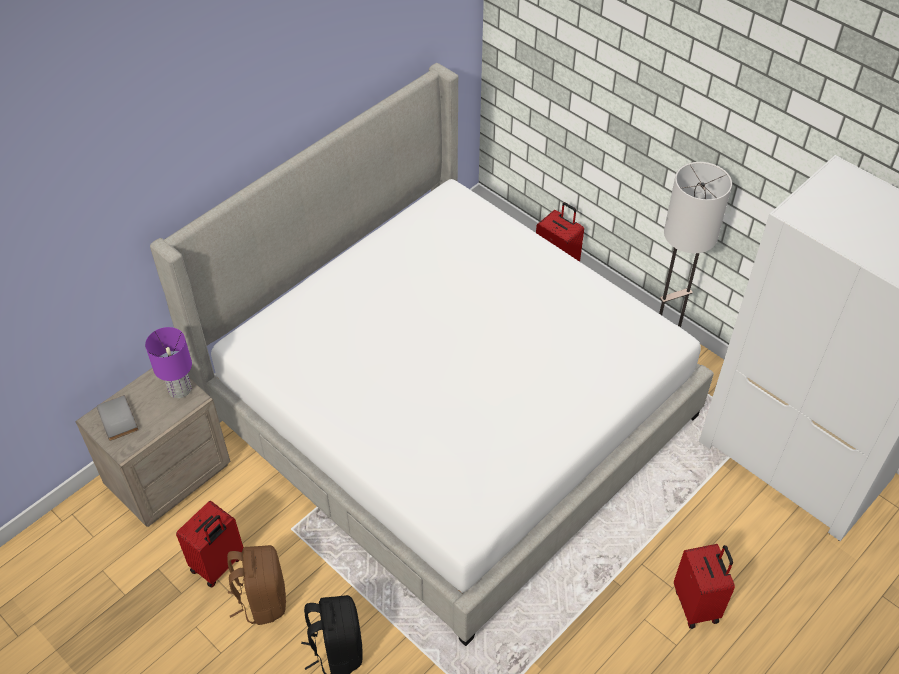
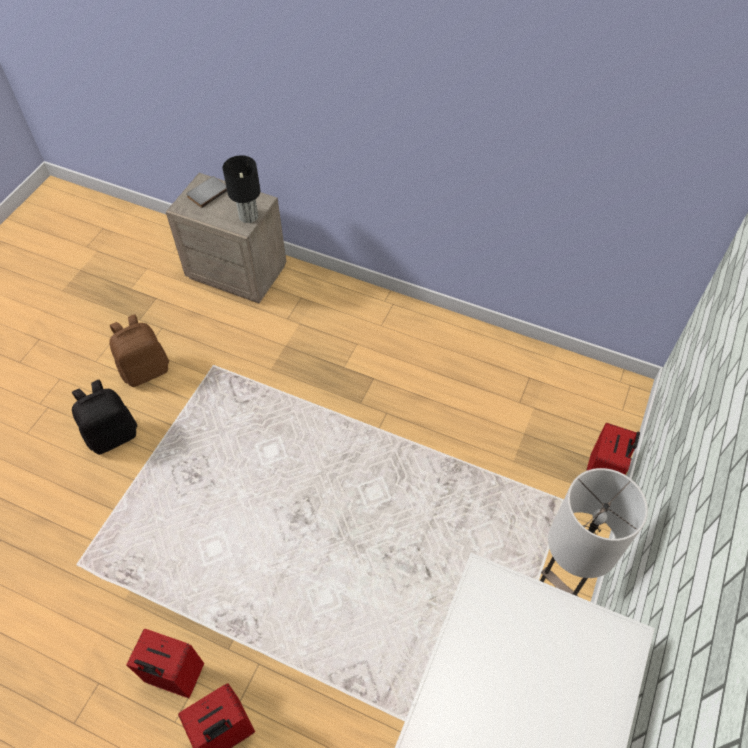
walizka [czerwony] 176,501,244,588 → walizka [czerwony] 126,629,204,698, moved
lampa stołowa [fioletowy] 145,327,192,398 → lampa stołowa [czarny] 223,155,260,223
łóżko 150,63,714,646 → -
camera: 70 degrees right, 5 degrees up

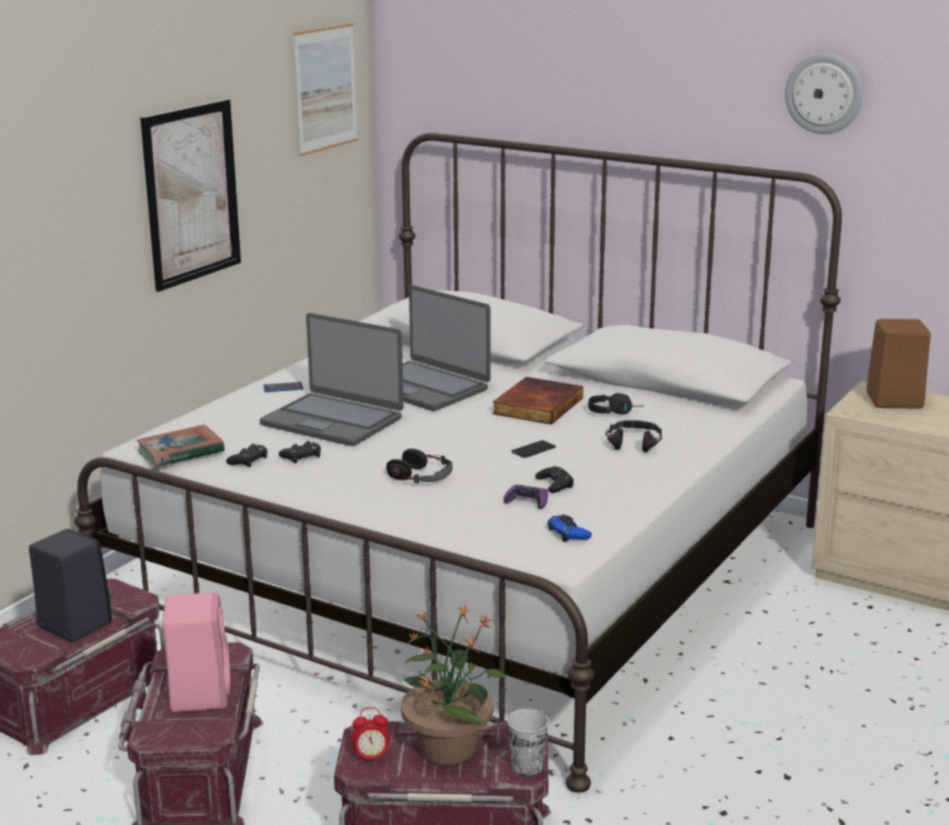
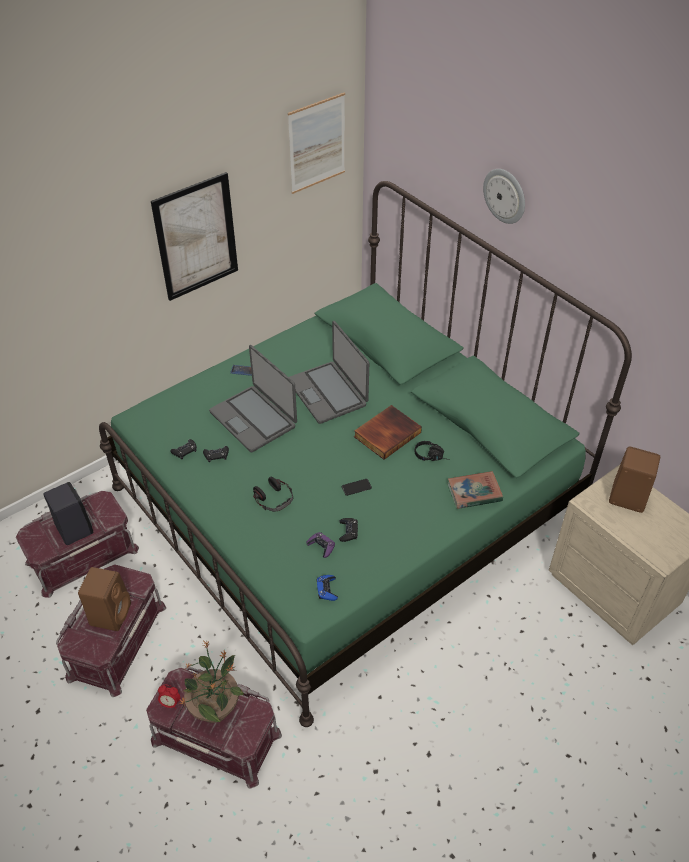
głośnik [różowy] 162,592,230,712 → głośnik [brązowy] 78,567,131,631
łóżko [biały] 75,133,842,793 → łóżko [zielony] 99,181,632,727
książka 136,424,225,467 → książka 447,471,503,509, moved
zegar ścienny 785,53,863,134 → zegar ścienny 483,169,525,224, moved
filiżanka 507,709,549,777 → -
słuchawki 606,420,662,452 → -
camera: 20 degrees right, 25 degrees up

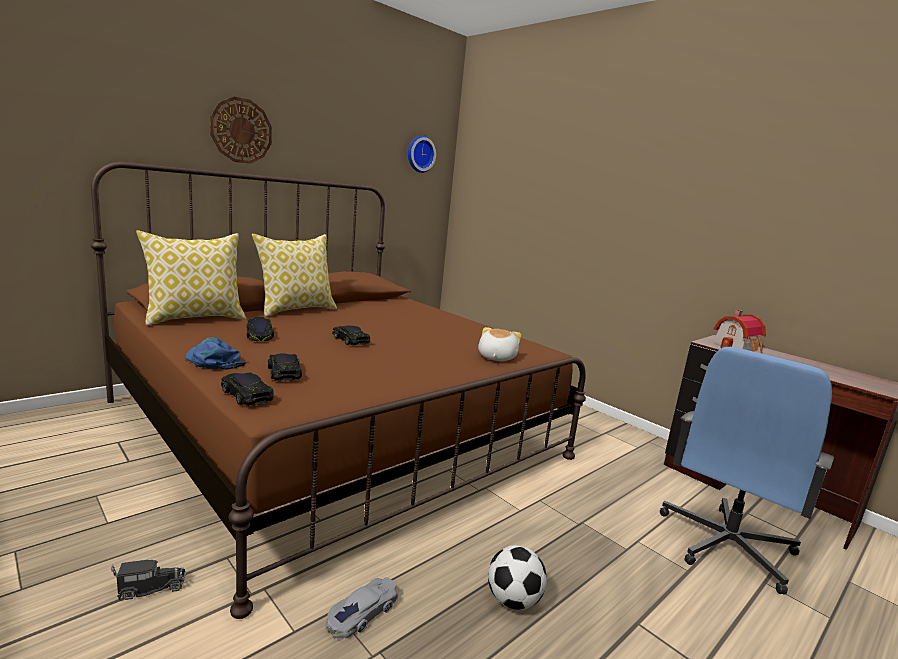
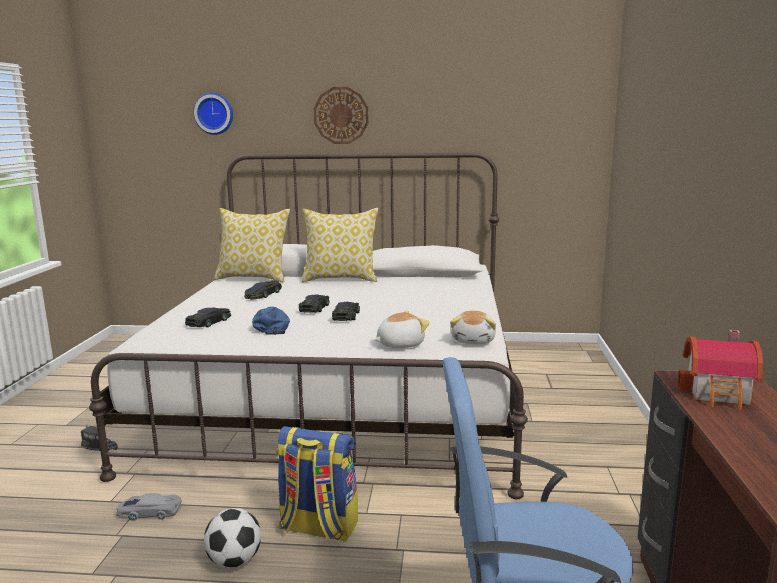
łóżko [brązowy] 91,162,586,619 → łóżko [biały] 89,153,528,499
zegar ścienny 408,136,436,173 → zegar ścienny 194,92,233,135, moved
czapka z daszkiem [niebieski] 185,337,246,370 → czapka z daszkiem [niebieski] 252,306,290,335, moved
- → plecak 276,426,358,542
samochodzik [czarny] 221,373,274,406 → samochodzik [czarny] 332,302,360,321, moved
- → pluszak 450,311,496,344
camera: 50 degrees right, 0 degrees up

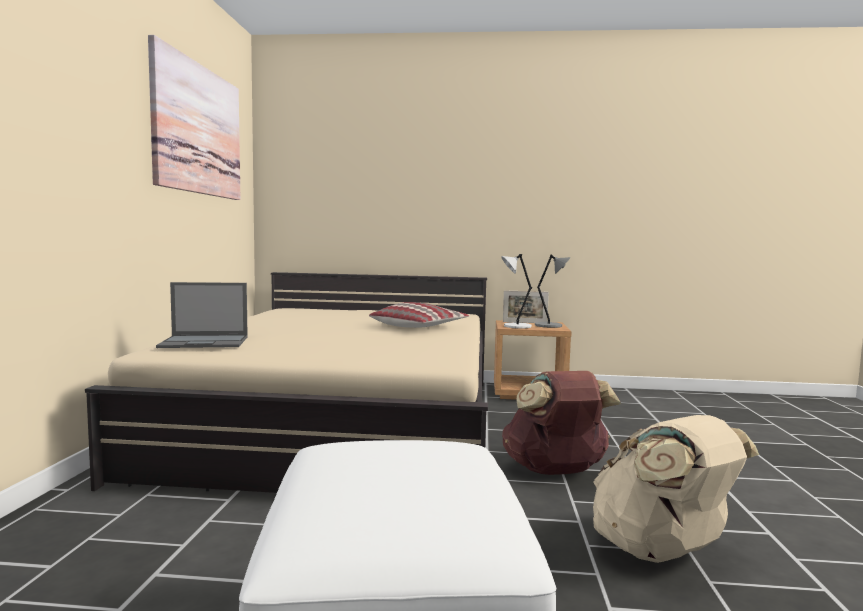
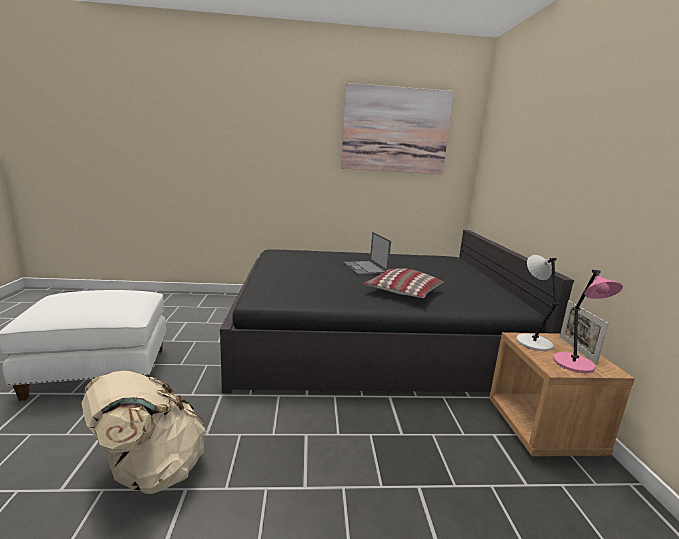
łóżko [beżowy] 85,272,488,493 → łóżko [czarny] 220,230,574,394
laptop 156,282,248,348 → laptop 343,232,391,275, moved
lampa stołowa [szary] 535,254,570,328 → lampa stołowa [różowy] 553,270,623,373
plecak [brązowy] 502,371,621,475 → -
camera: 80 degrees right, 10 degrees up

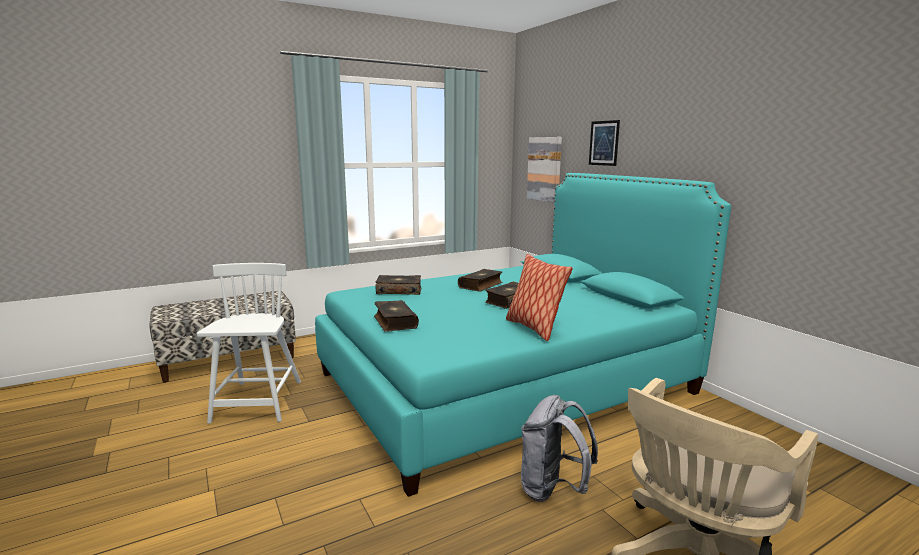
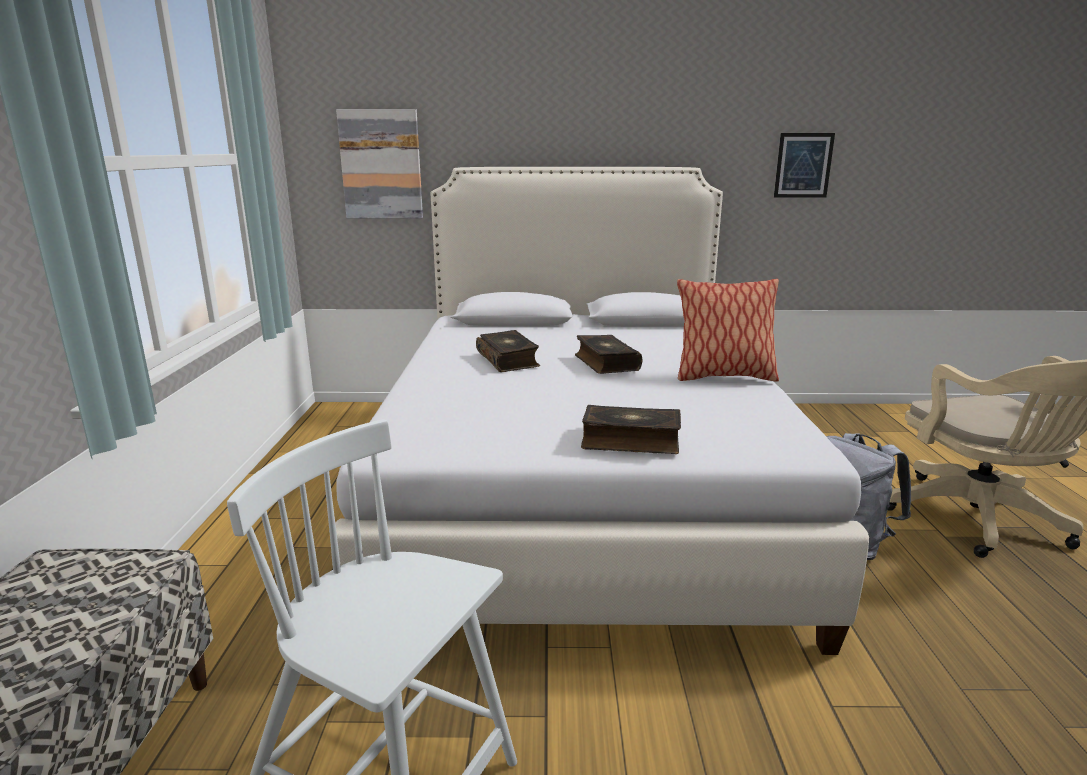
łóżko [turkusowy] 315,173,731,497 → łóżko [biały] 331,167,869,655
obraz 589,120,620,166 → obraz 774,133,835,198, moved
książka 376,275,421,295 → -
camera: 60 degrees left, 5 degrees up

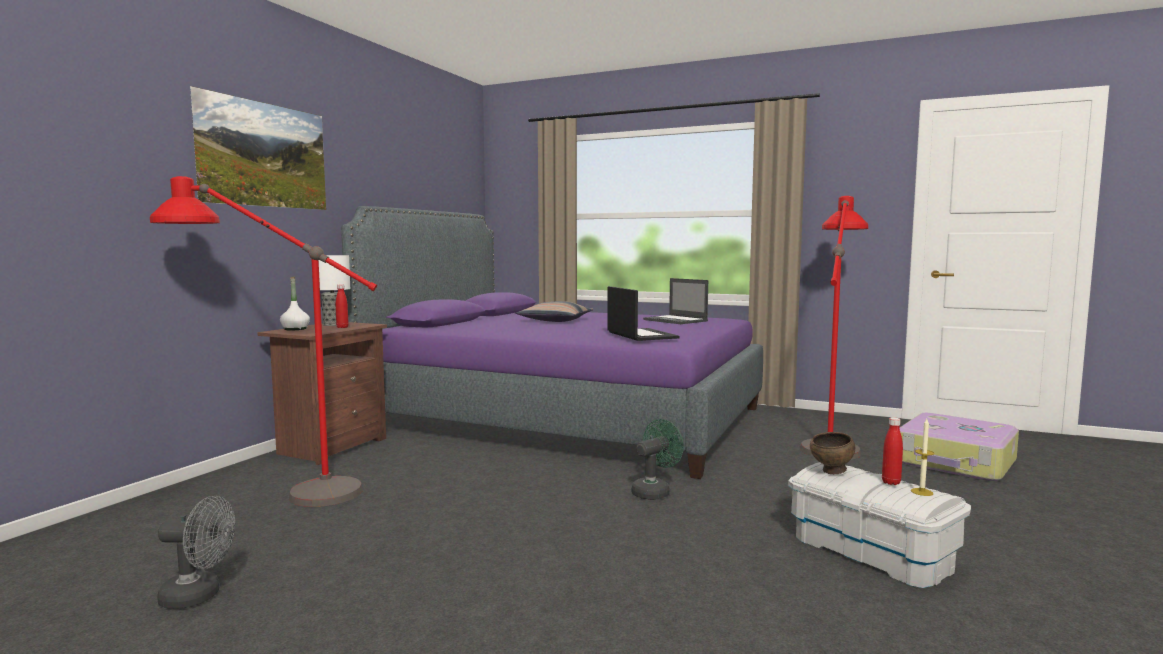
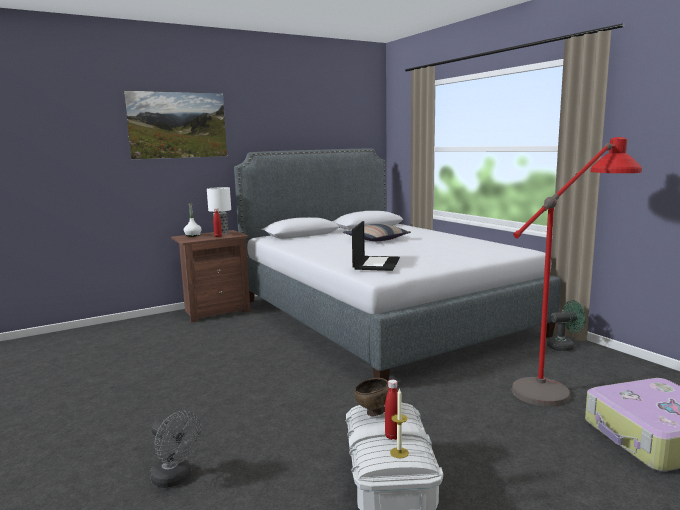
wentylator [szary] 157,496,235,609 → wentylator [szary] 150,411,202,488, moved
łóżko [fioletowy] 341,206,763,479 → łóżko [szary] 234,149,561,381
wentylator [zielony] 631,419,684,500 → wentylator [zielony] 547,300,586,351, moved
lampa stojąca [czerwony] 150,176,377,507 → -
laptop 643,278,708,324 → -
camera: 35 degrees right, 5 degrees up

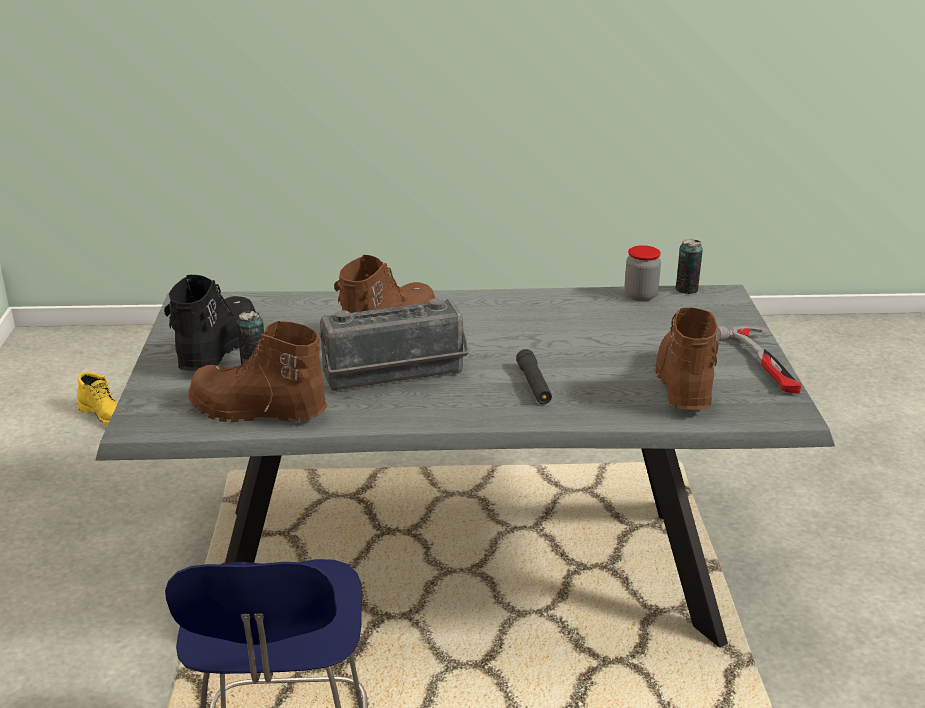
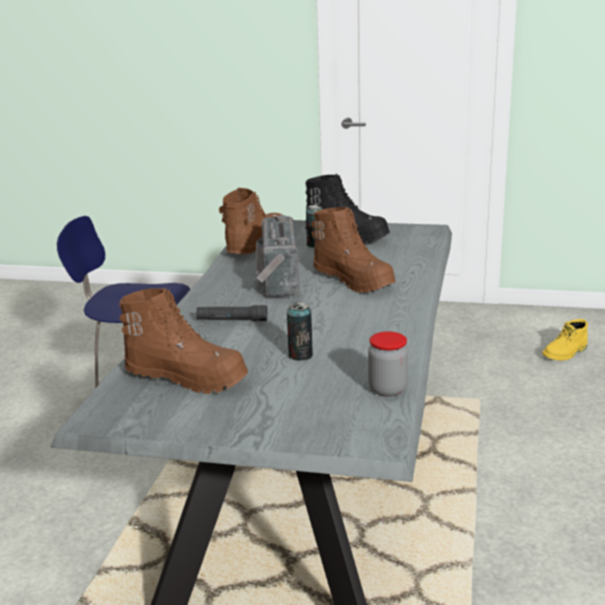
puszka 675,239,703,294 → puszka 287,302,313,361, moved
młotek 717,326,802,394 → -
camera: 105 degrees right, 5 degrees down

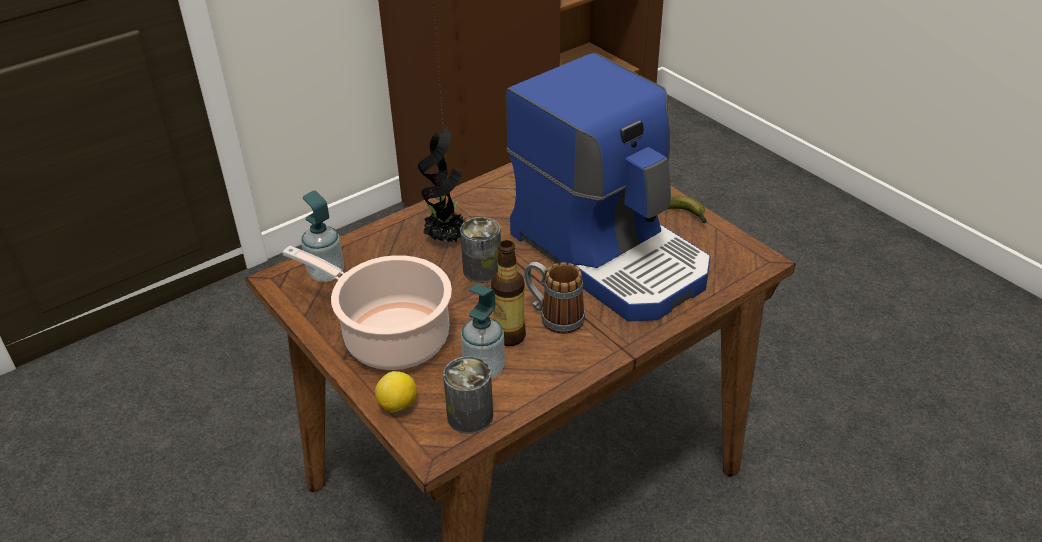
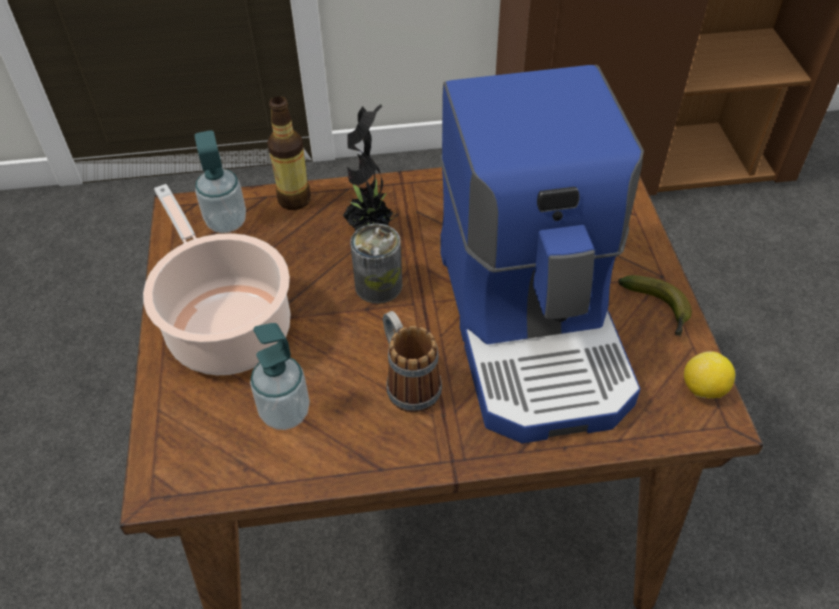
butelka 491,240,526,346 → butelka 267,96,311,210, moved
cytryna 375,371,417,413 → cytryna 684,351,735,398, moved
puszka 443,356,493,434 → -
camera: 30 degrees right, 10 degrees up

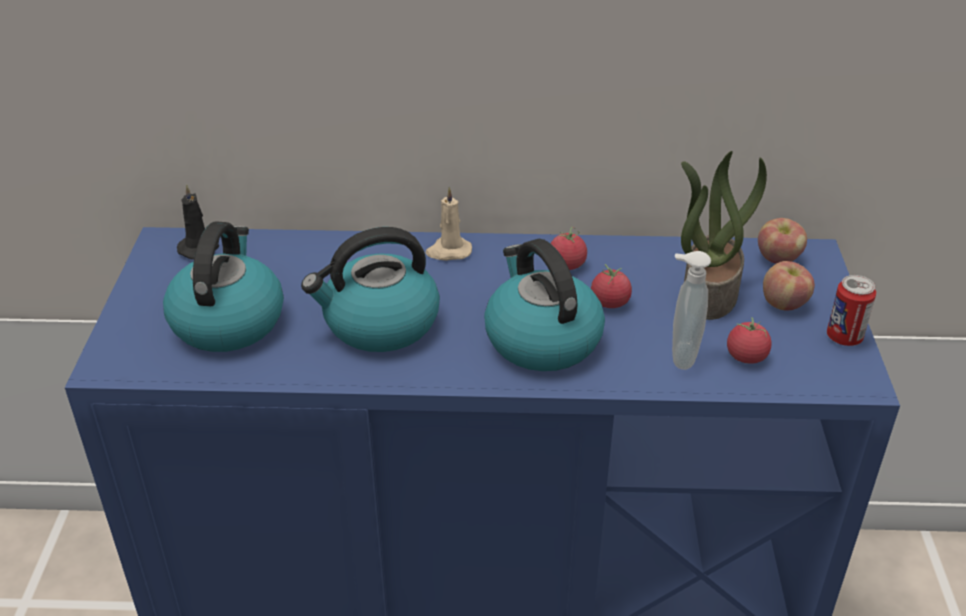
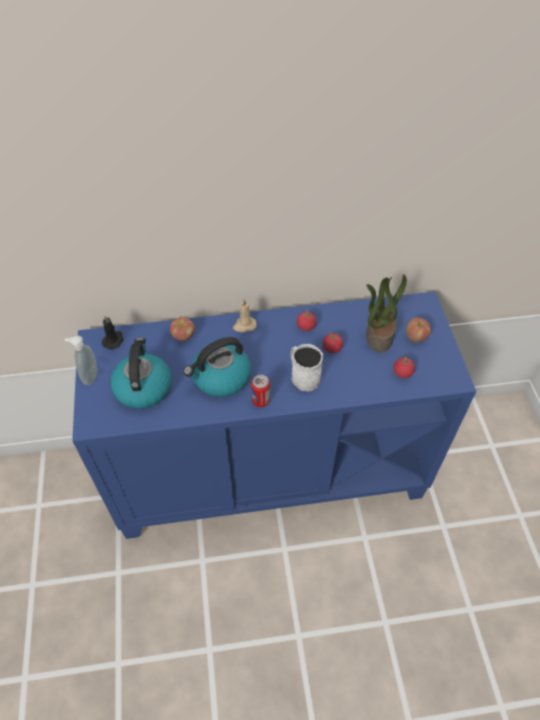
dozownik mydła 672,251,711,370 → dozownik mydła 65,335,97,385, moved
jabłko 758,218,807,264 → jabłko 170,317,195,341, moved
puszka 827,275,876,346 → puszka 251,375,270,407, moved
czajnik 484,239,605,371 → kubek [biały] 291,344,323,391
camera: 10 degrees left, 15 degrees up

